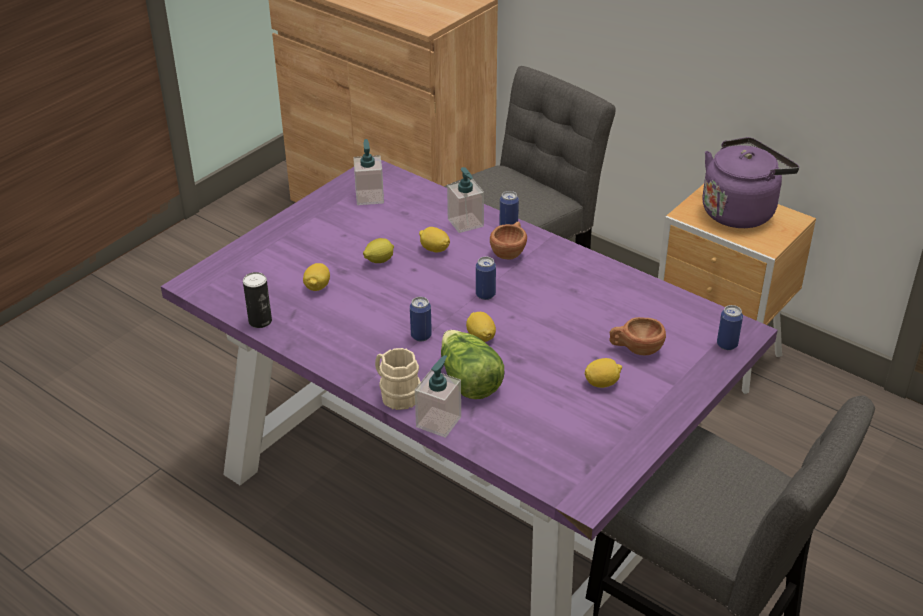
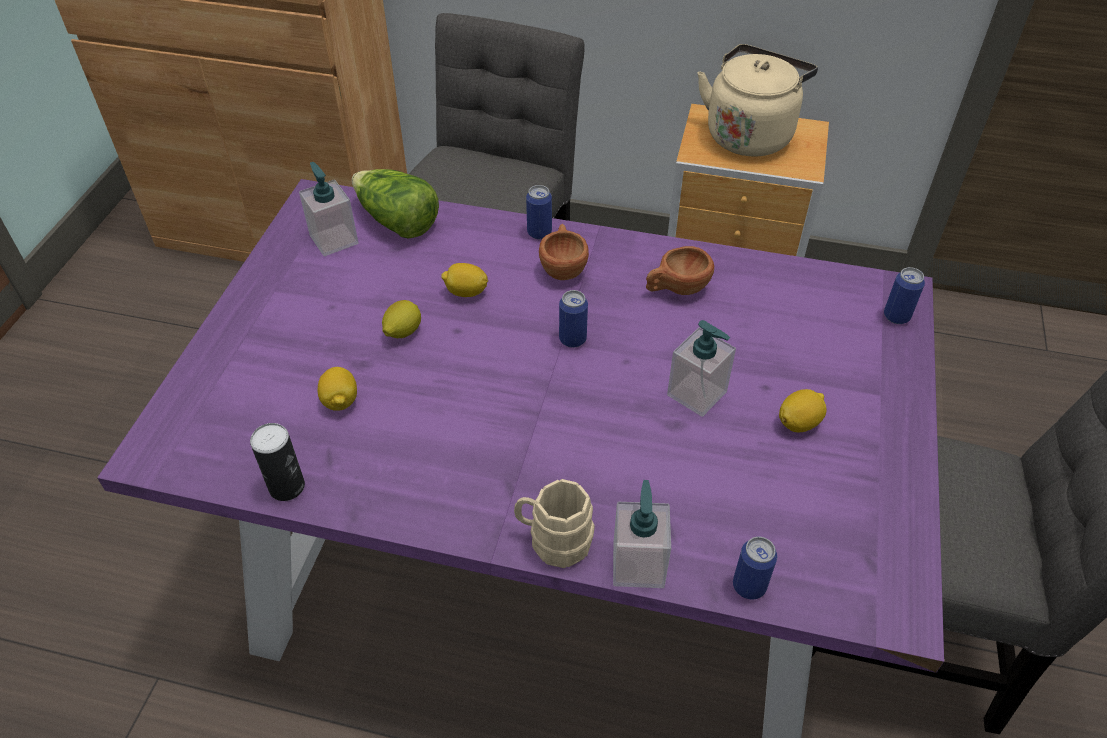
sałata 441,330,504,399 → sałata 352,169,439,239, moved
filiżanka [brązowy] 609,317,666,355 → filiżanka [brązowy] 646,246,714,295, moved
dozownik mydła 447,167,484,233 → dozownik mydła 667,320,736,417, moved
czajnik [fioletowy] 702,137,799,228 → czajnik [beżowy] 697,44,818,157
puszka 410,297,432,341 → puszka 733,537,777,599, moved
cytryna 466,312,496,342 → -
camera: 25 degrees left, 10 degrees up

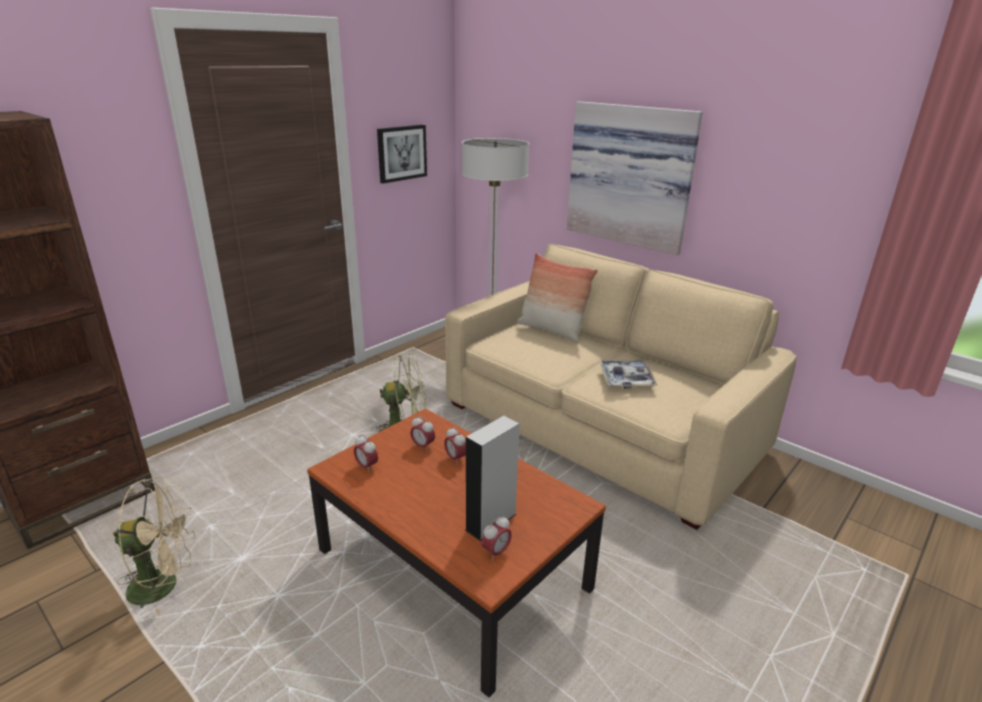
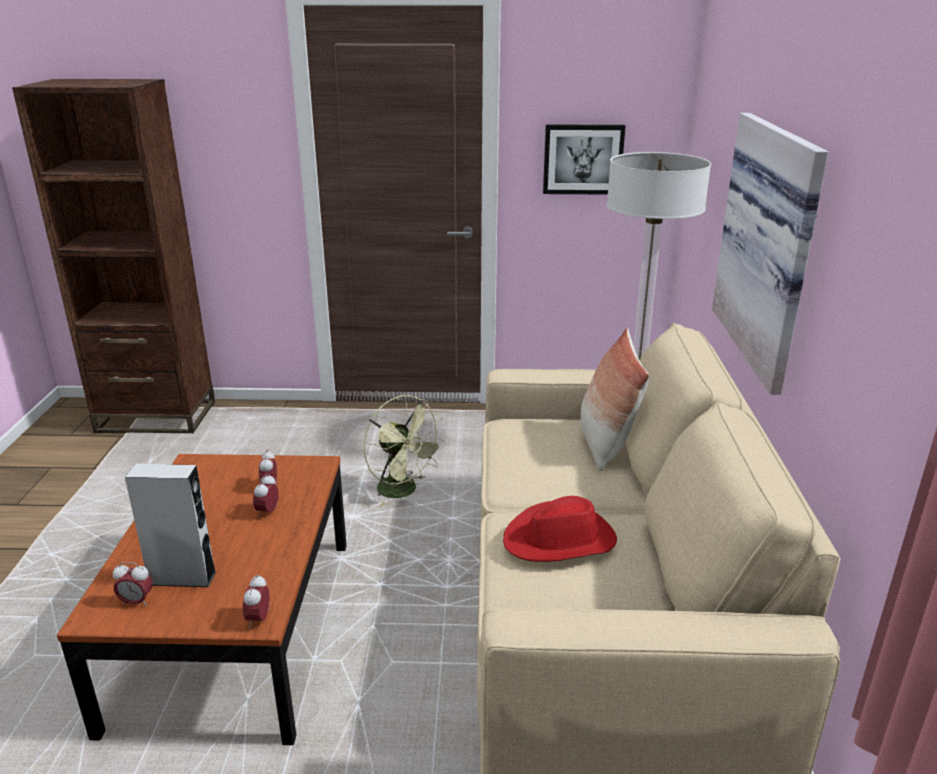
budzik 354,435,378,473 → budzik 243,575,270,628, moved
taca 599,360,658,389 → kapelusz [czerwony] 503,496,617,562
wentylator [beżowy] 113,477,196,616 → -
camera: 50 degrees right, 0 degrees up

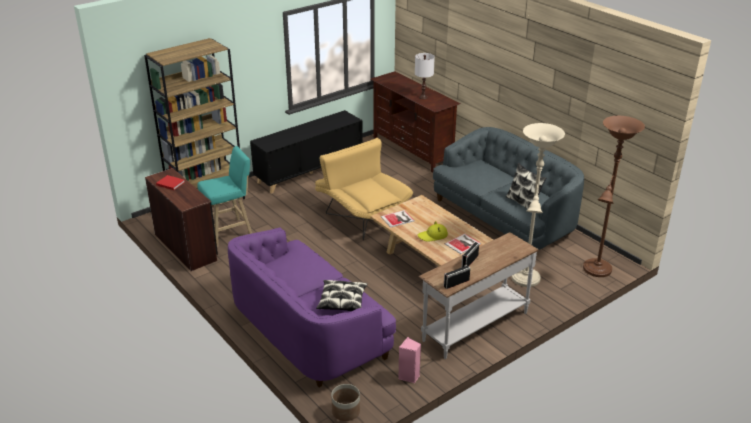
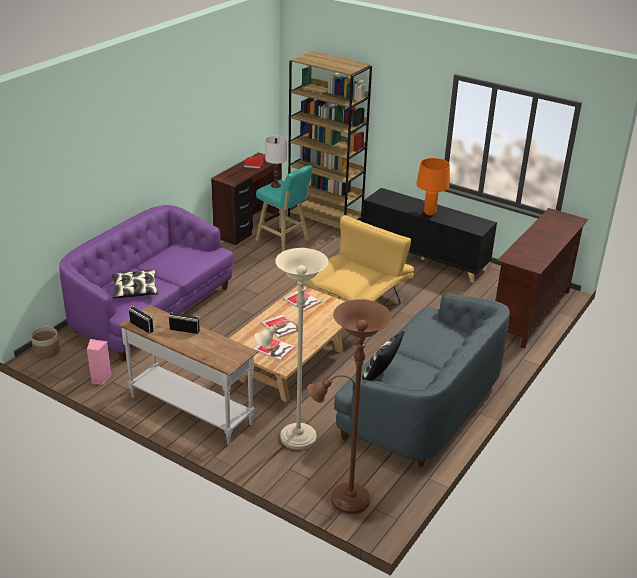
kapelusz [żółty] 418,221,448,241 → książka 262,314,296,338
lampa stołowa [biały] 415,53,435,99 → lampa stołowa [biały] 265,136,287,188, moved
- → lampa stołowa [pomarańczowy] 416,158,450,215
camera: 70 degrees right, 0 degrees up

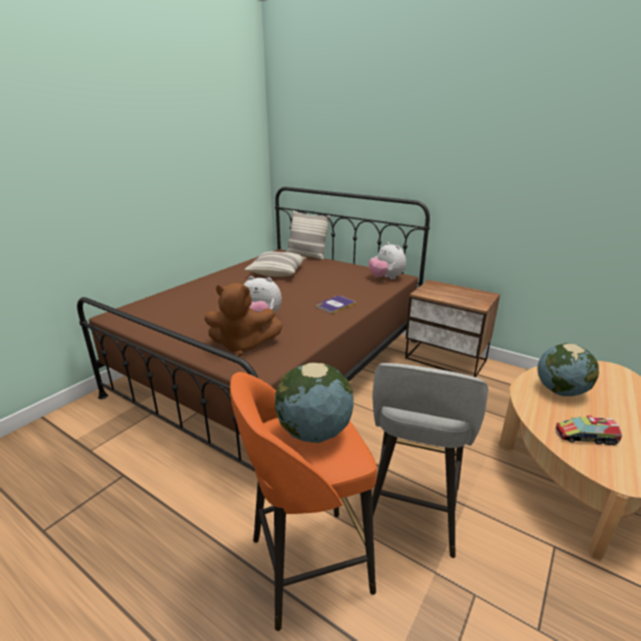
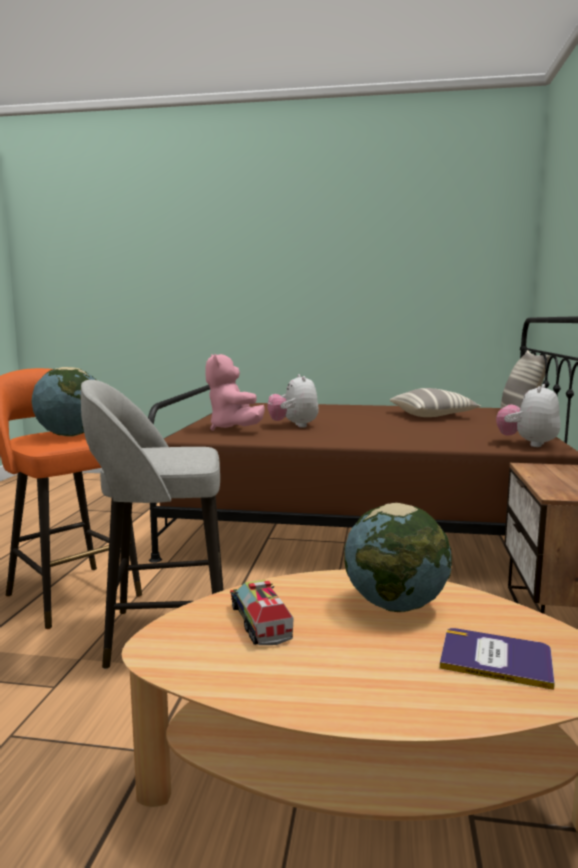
pluszak [brązowy] 204,283,283,357 → pluszak [różowy] 205,354,265,431
książka 316,296,356,314 → książka 440,628,555,690, moved
camera: 65 degrees right, 15 degrees down

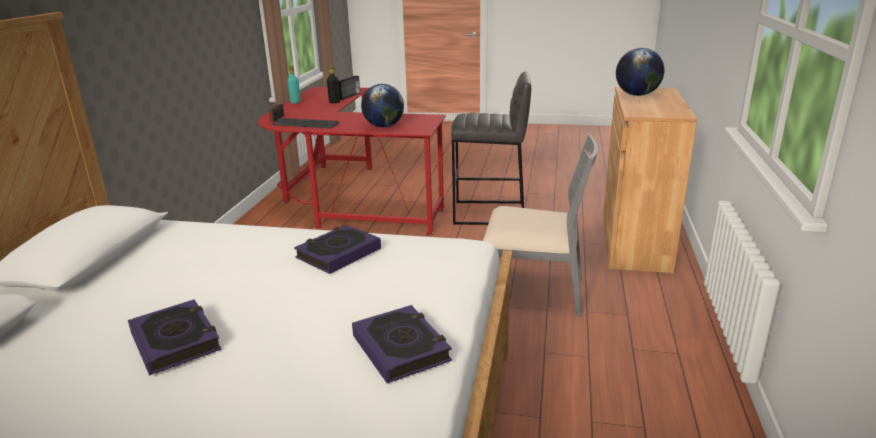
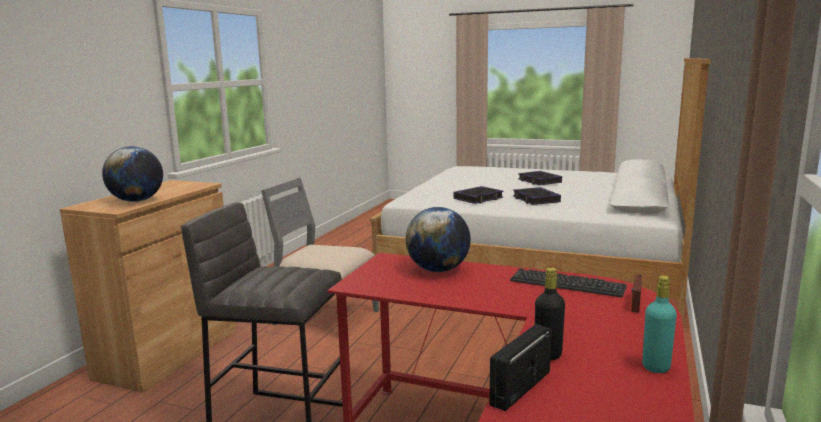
książka 352,305,452,383 → książka 513,187,561,205, moved
camera: 170 degrees left, 10 degrees down

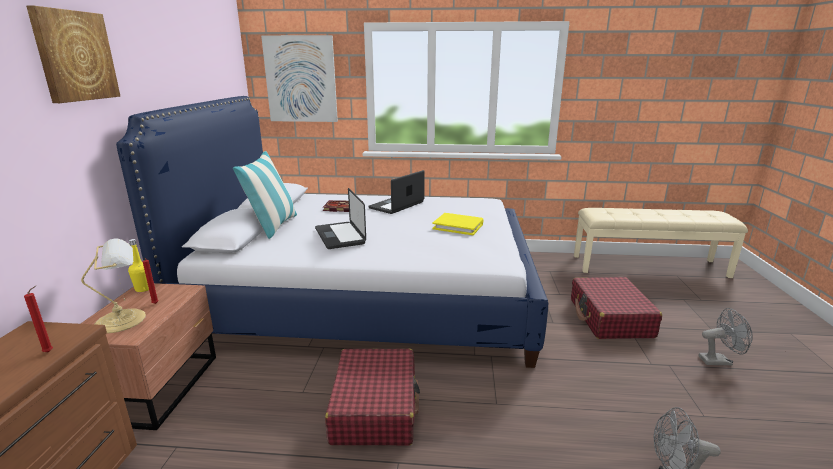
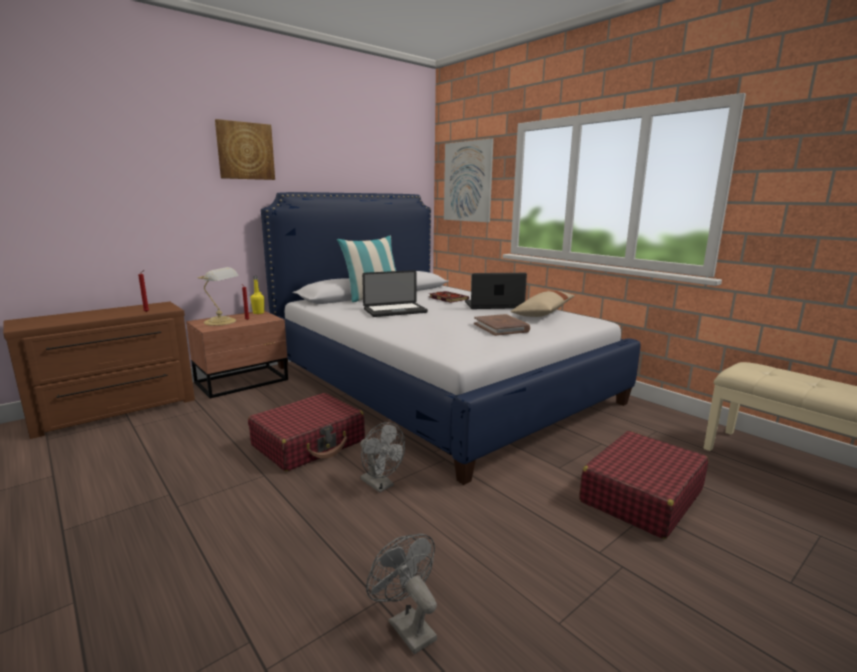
wentylator [szary] 698,308,753,365 → wentylator [szary] 360,422,405,493, moved
laptop 315,188,366,249 → laptop 362,270,428,317, 135 degrees counterclockwise
książka [żółty] 433,213,483,235 → książka [brązowy] 474,314,530,336
- → poduszka [beżowy] 510,291,575,317
camera: 45 degrees right, 5 degrees down

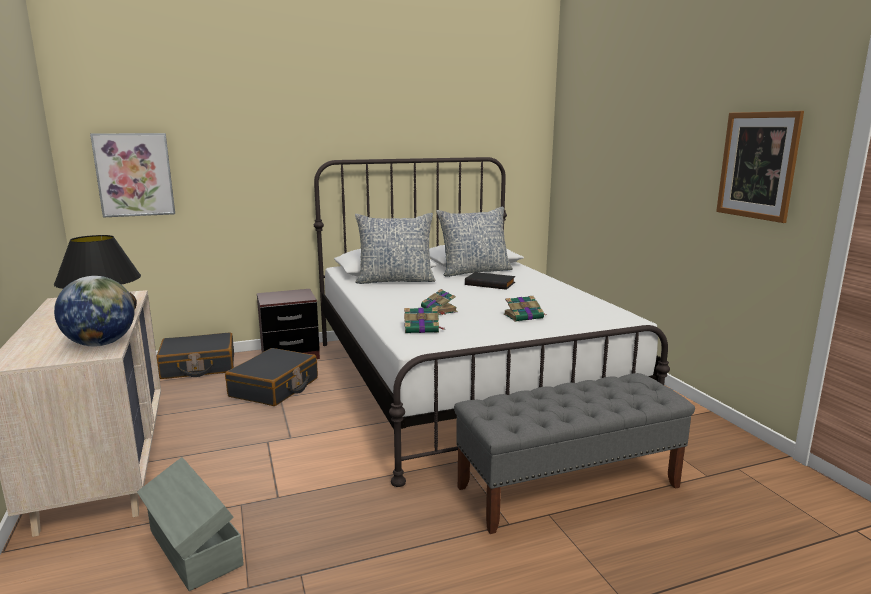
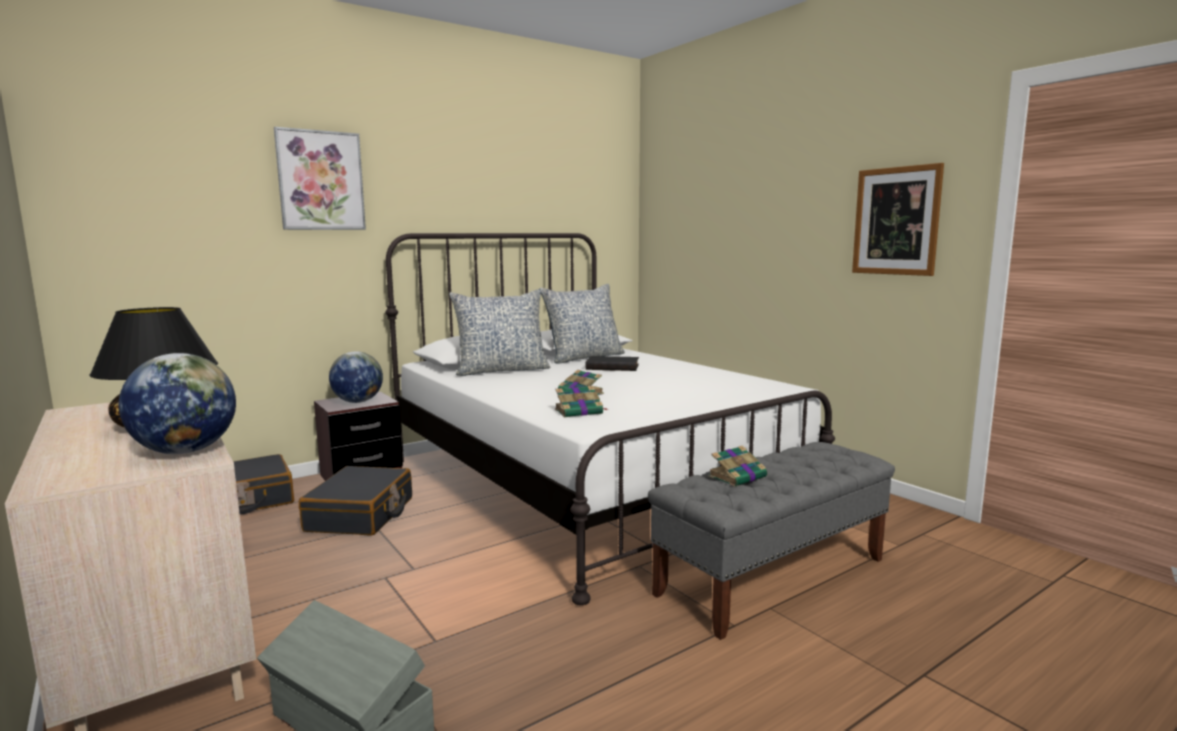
obraz 90,133,175,218 → obraz 274,127,366,230, moved
- → globus 329,351,383,403
książka 504,296,545,322 → książka 708,445,767,487, moved
camera: 15 degrees left, 5 degrees down

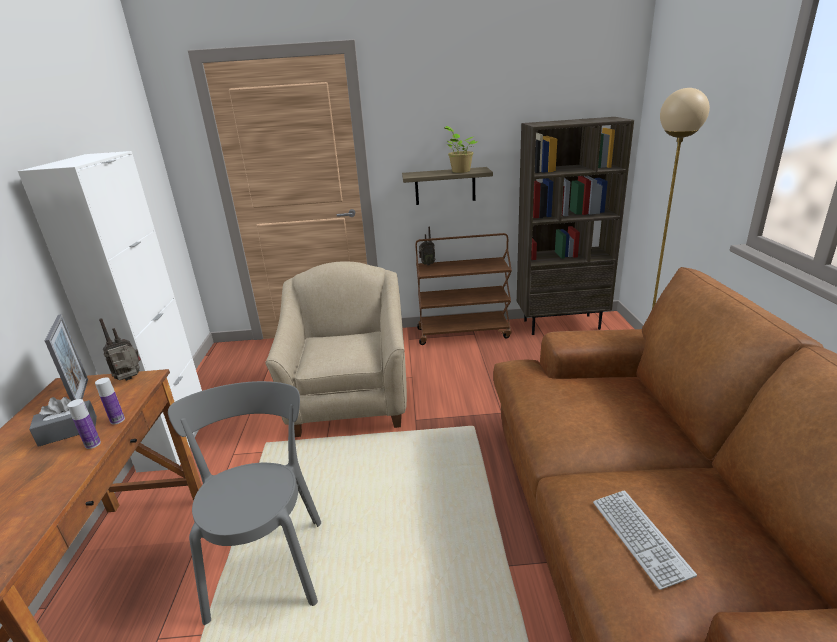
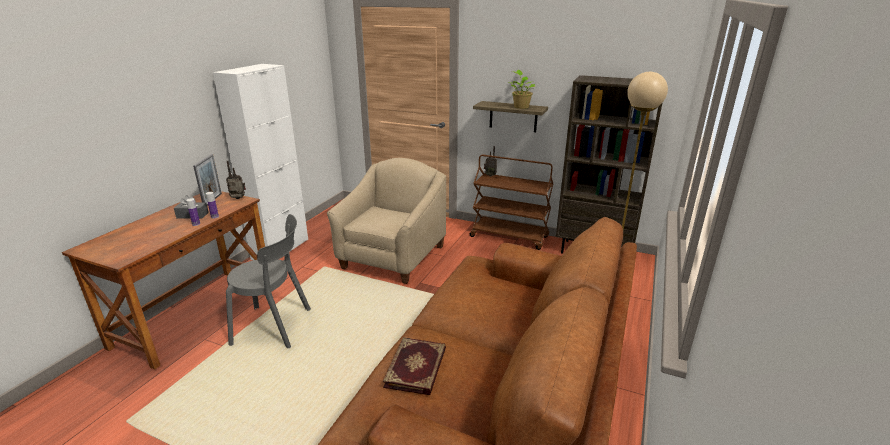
krzesło [szary] 168,381,321,625 → krzesło [szary] 226,214,311,348, 75 degrees clockwise
klawiatura 593,491,697,590 → książka 383,337,446,395
camera: 25 degrees right, 0 degrees up

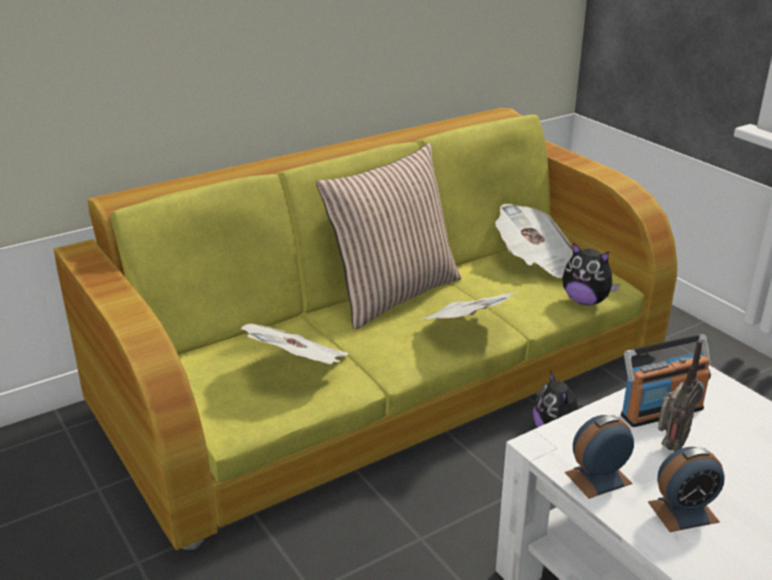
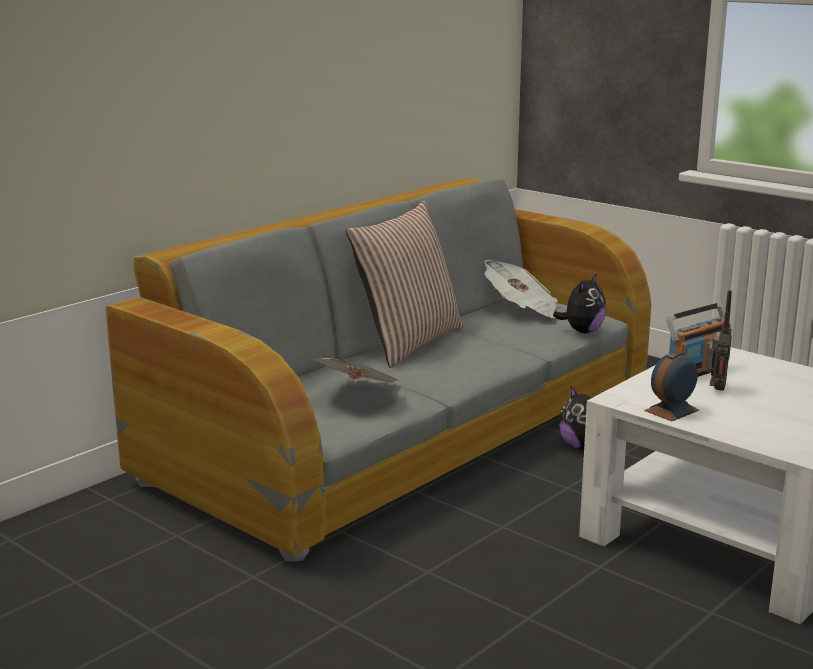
kanapa [zielony] 54,108,677,550 → kanapa [szary] 106,178,651,561
pluszak 562,242,620,305 → pluszak 553,273,606,333, 75 degrees counterclockwise
gazeta 420,292,518,320 → -
budzik 648,447,724,532 → -
camera: 15 degrees left, 10 degrees down

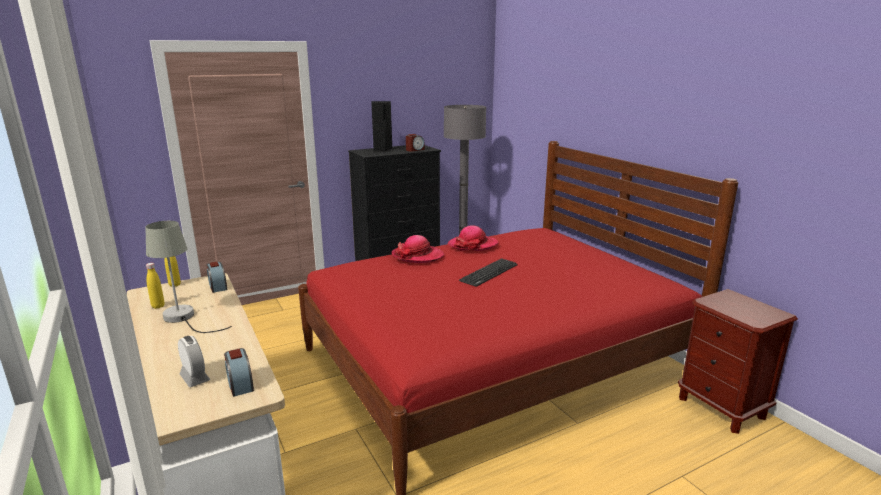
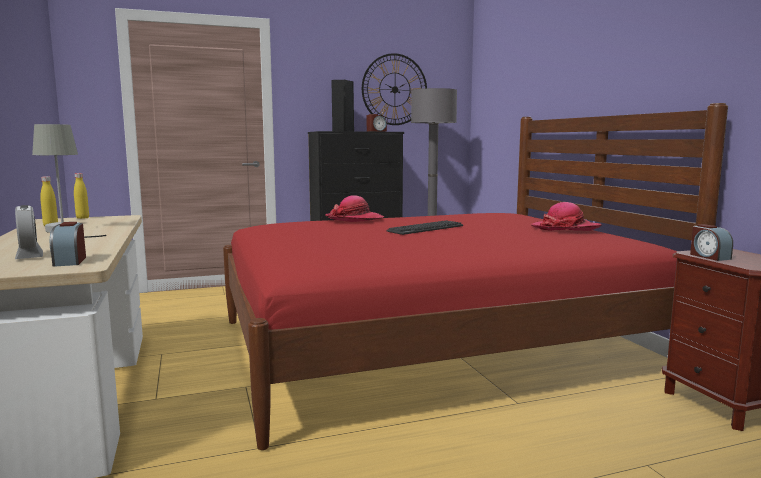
- → zegar ścienny 362,53,427,125
kapelusz 448,226,499,251 → kapelusz 531,202,602,231, moved
budzik 206,262,228,293 → budzik 690,224,733,261, moved
camera: 10 degrees right, 10 degrees down

